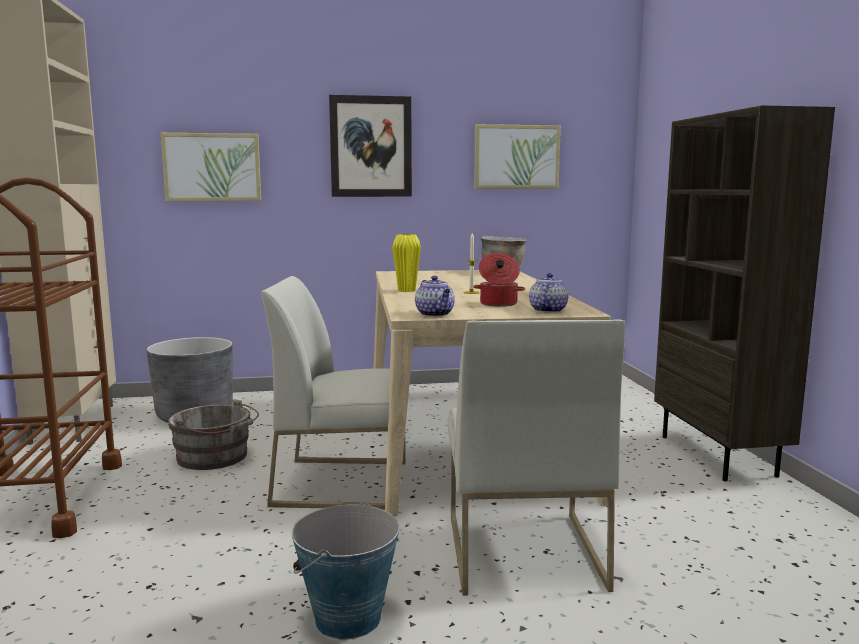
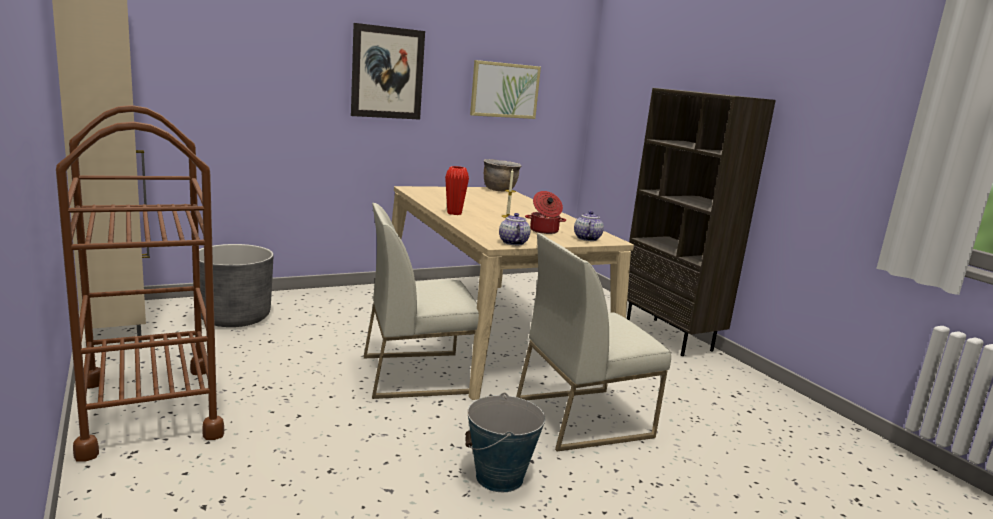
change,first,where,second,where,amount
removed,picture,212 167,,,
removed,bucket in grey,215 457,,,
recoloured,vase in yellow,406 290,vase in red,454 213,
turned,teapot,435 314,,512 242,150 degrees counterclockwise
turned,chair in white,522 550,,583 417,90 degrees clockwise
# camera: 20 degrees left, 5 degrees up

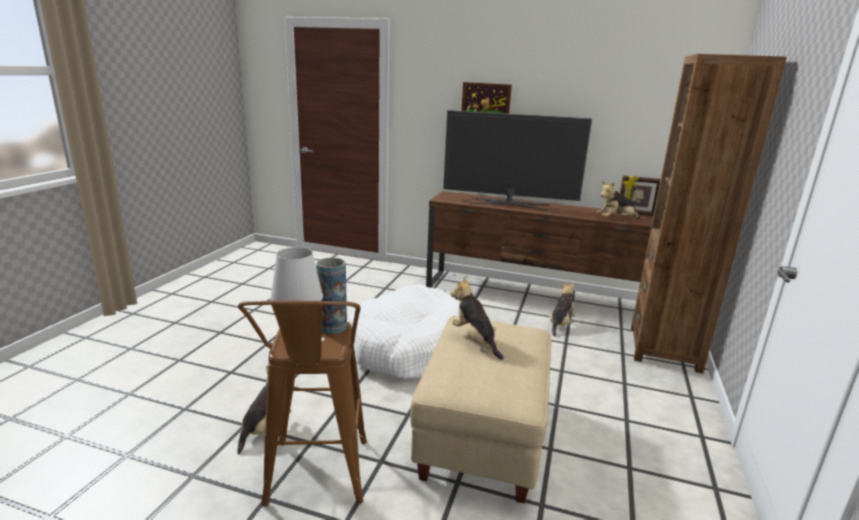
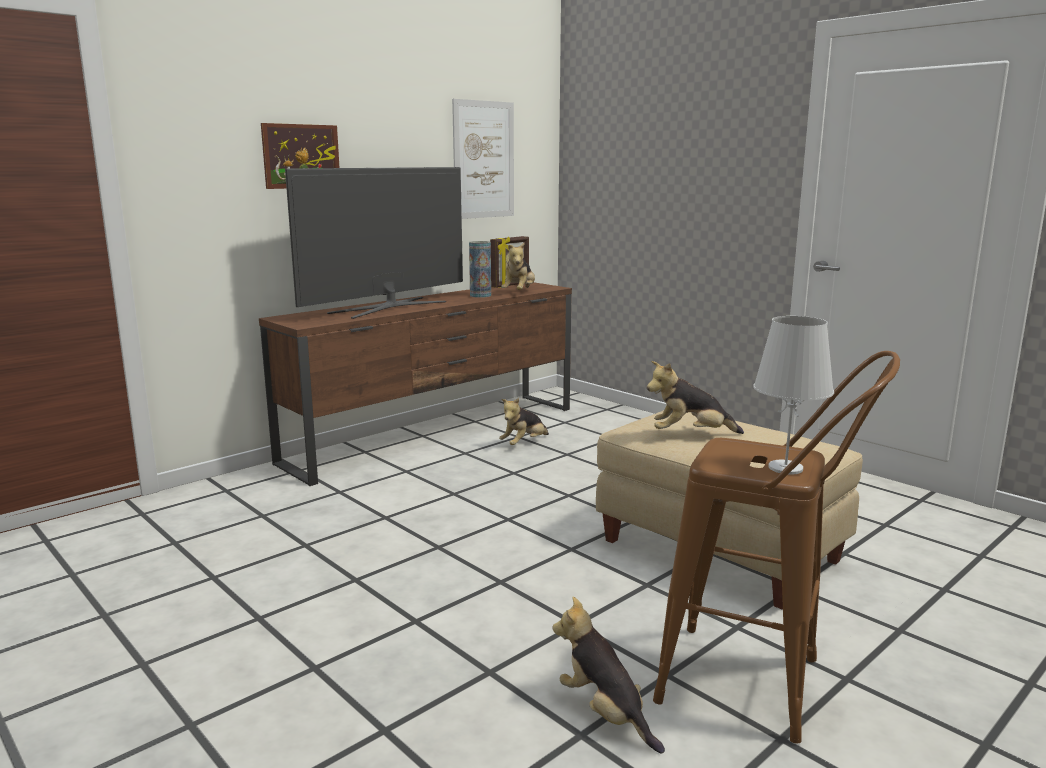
change,first,where,second,where,amount
removed,dog bed in white,410 347,,,
removed,bookcase in brown,664 349,,,
added,,,picture,484 160,
moved,vase,332 327,,480 295,
turned,plush toy,560 324,,524 444,105 degrees counterclockwise
# camera: 60 degrees left, 5 degrees down

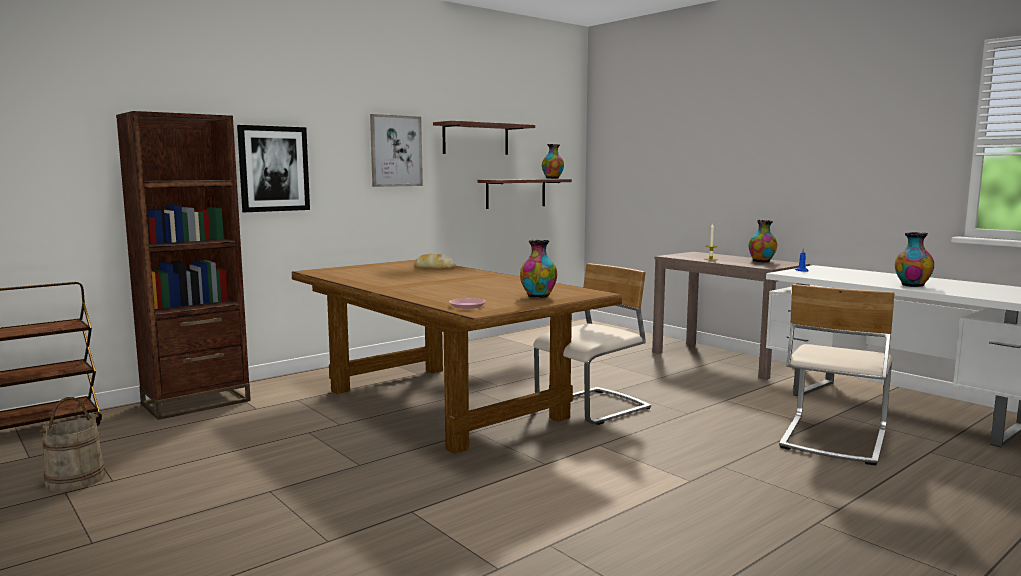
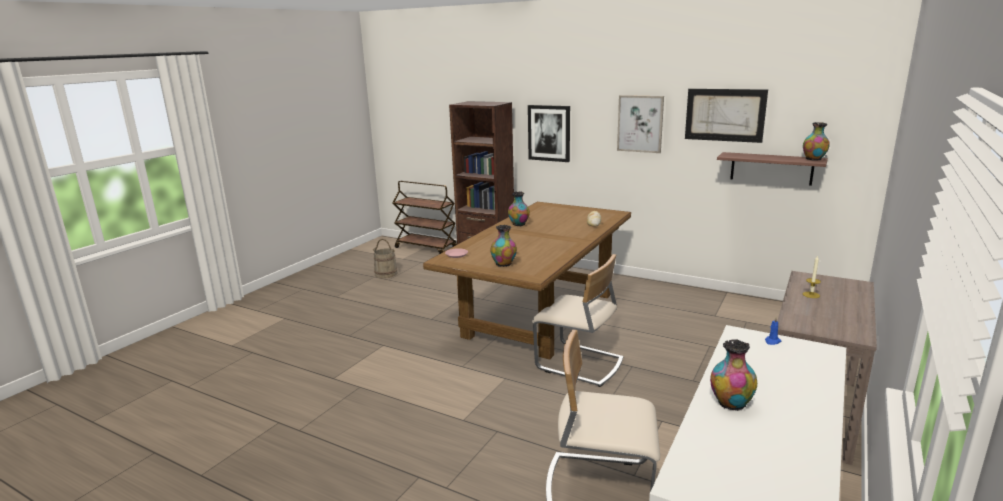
change,first,where,second,where,amount
moved,vase,762 261,,518 224,
replaced,shelf,476 139,picture,724 115,
# camera: 70 degrees right, 10 degrees up

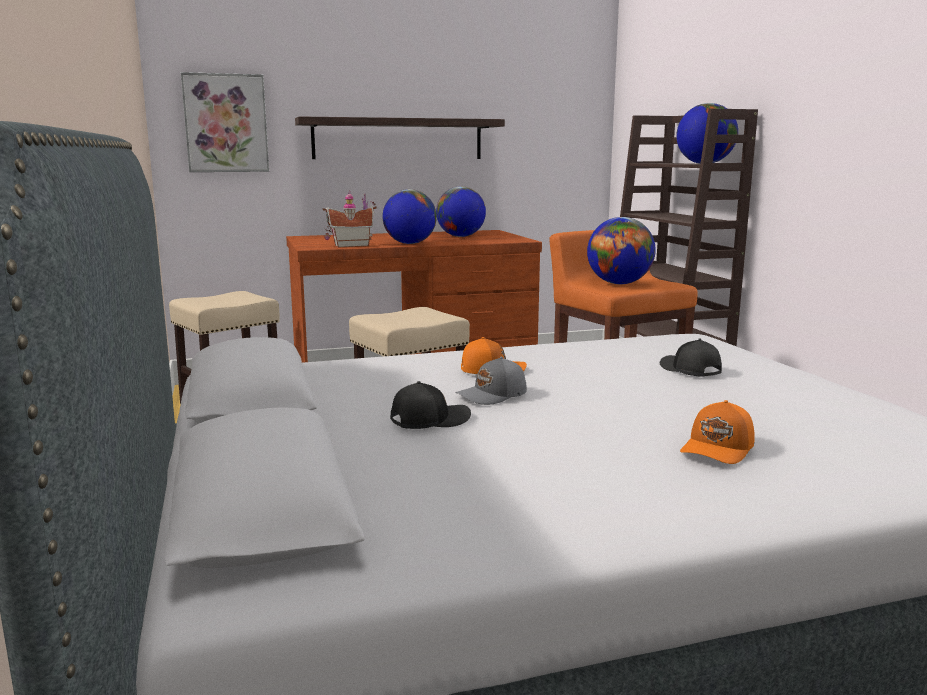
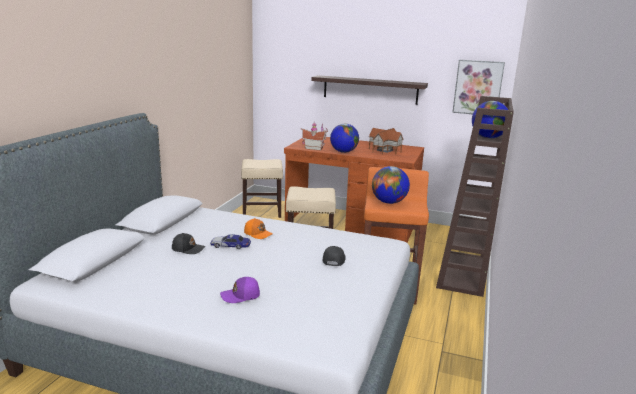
change,first,where,second,where,amount
moved,picture,226 123,,477 87,
replaced,globe,460 236,toy house,384 150,
replaced,cap in grey,493 395,toy car,230 246,
recoloured,cap in orange,719 449,cap in purple,241 296,
# camera: 35 degrees right, 5 degrees up

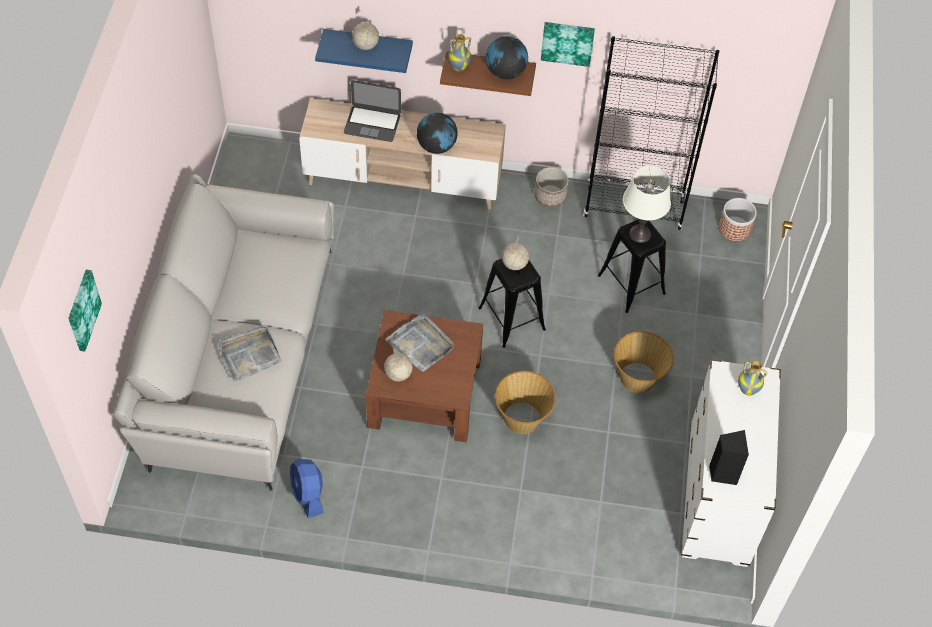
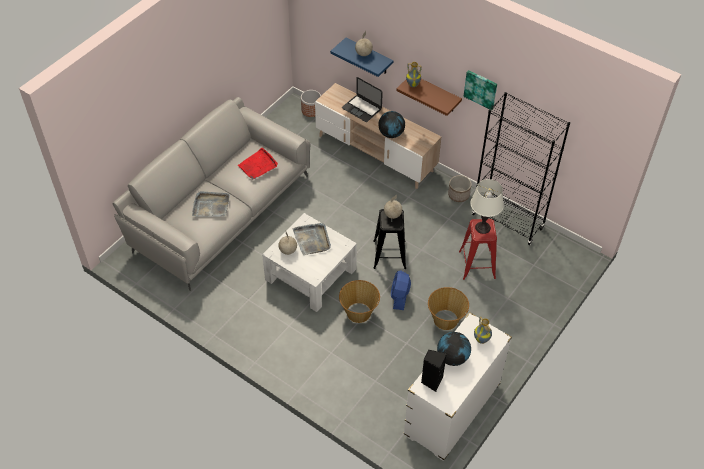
change,first,where,second,where,amount
removed,picture,82 310,,,
added,,,tray in red,258 165,
moved,fan in blue,308 494,,400 296,
moved,globe,505 72,,452 357,
moved,planter,735 228,,311 110,
recoloured,coffee table in brown,425 392,coffee table in white,311 274,
recoloured,stool in black,631 284,stool in red,477 264,
# camera: 30 degrees right, 5 degrees down

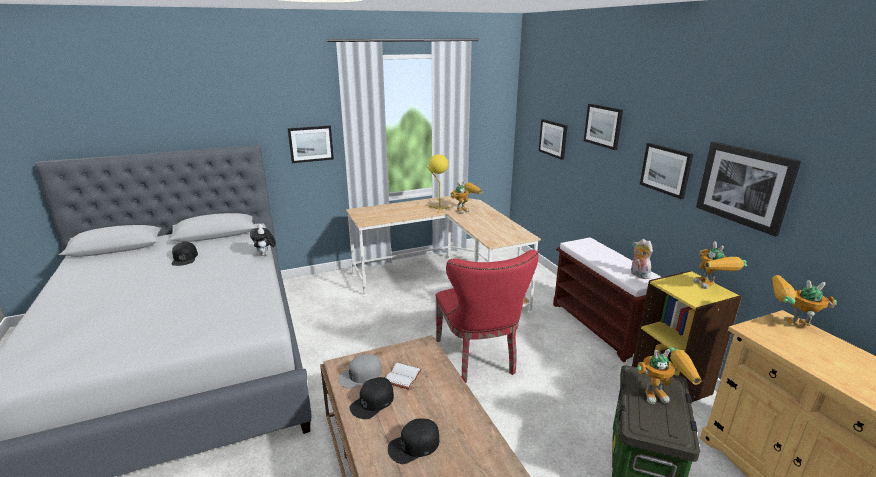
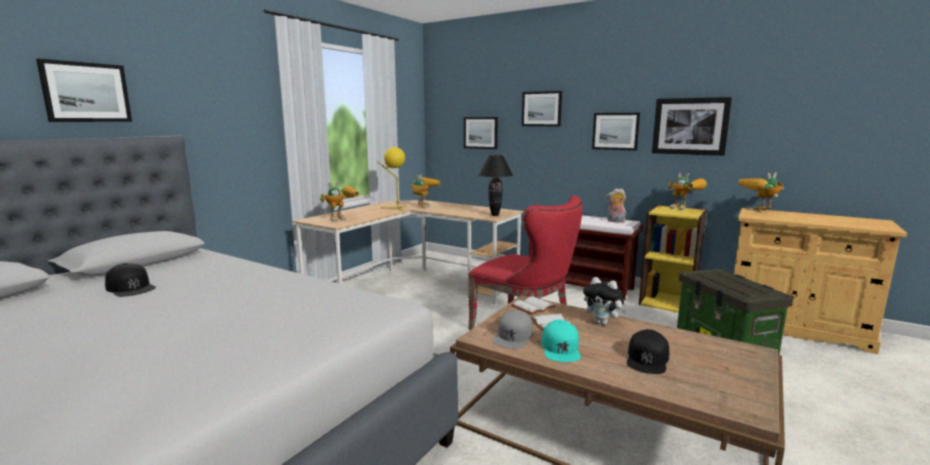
change,first,where,second,where,amount
added,,,table lamp in black,494 215,
added,,,book in white,533 307,
moved,plush toy,265 255,,602 323,
moved,picture,311 144,,86 92,
moved,toy robot,662 394,,342 218,
recoloured,cap in black,372 402,cap in turquoise,561 348,
# camera: 35 degrees left, 10 degrees down

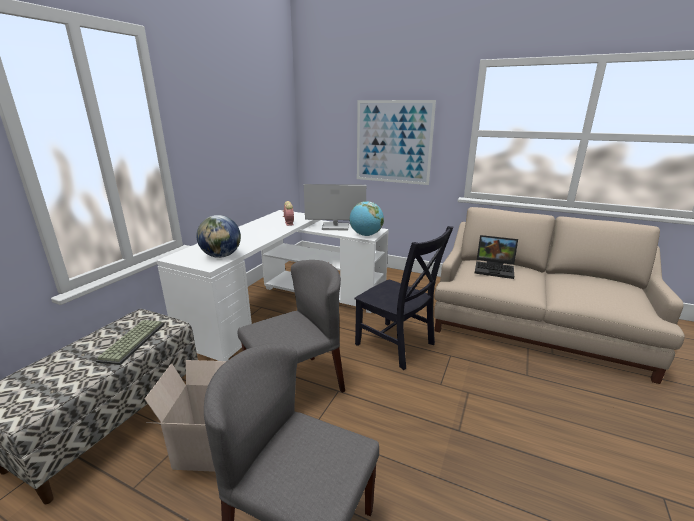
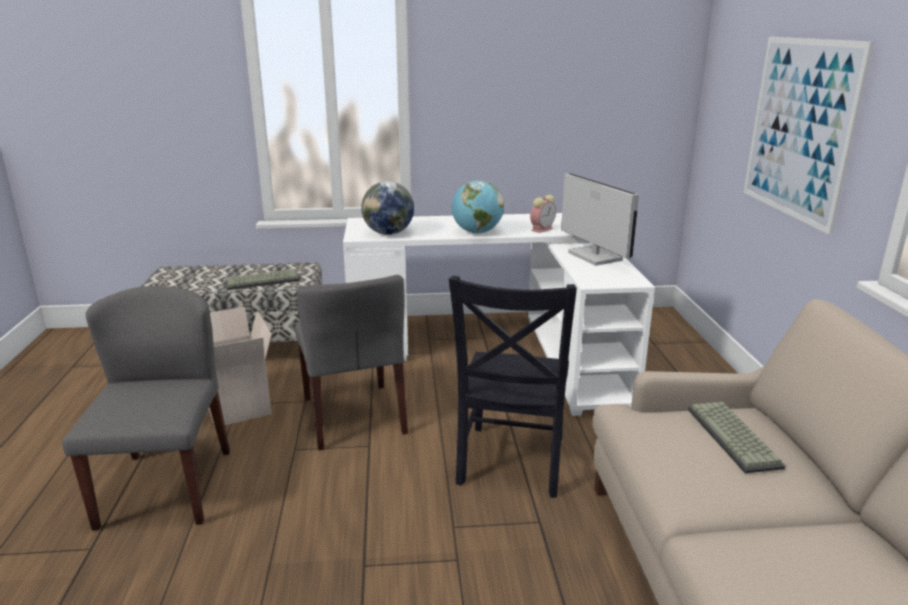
change,first,where,second,where,amount
moved,globe,366 235,,476 232,
replaced,laptop,495 269,keyboard,735 438,
turned,chair in grey,296 386,,354 416,45 degrees clockwise
# camera: 60 degrees right, 0 degrees up

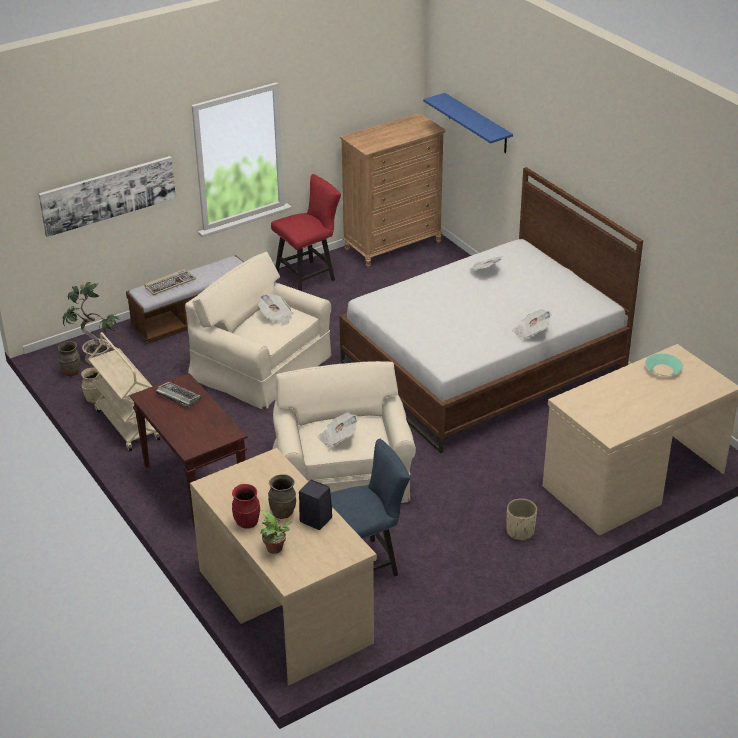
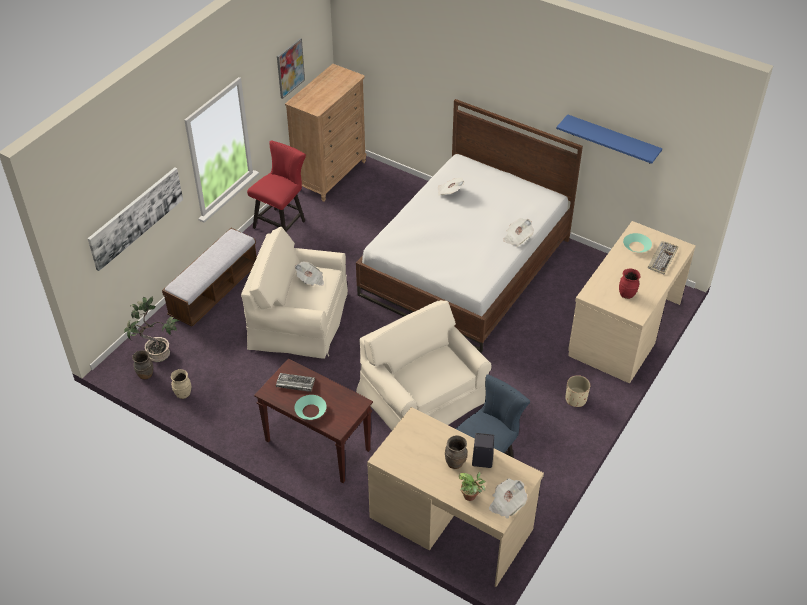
change,first,where,second,where,amount
removed,cart in beige,126 424,,,
added,,,picture,290 68,
added,,,bowl in turquoise,311 410,
moved,keyboard,170 283,,662 258,
moved,vase in red,247 523,,627 294,
moved,newspaper,338 438,,506 504,
moved,shelf in blue,477 123,,612 139,
# camera: 25 degrees left, 10 degrees up

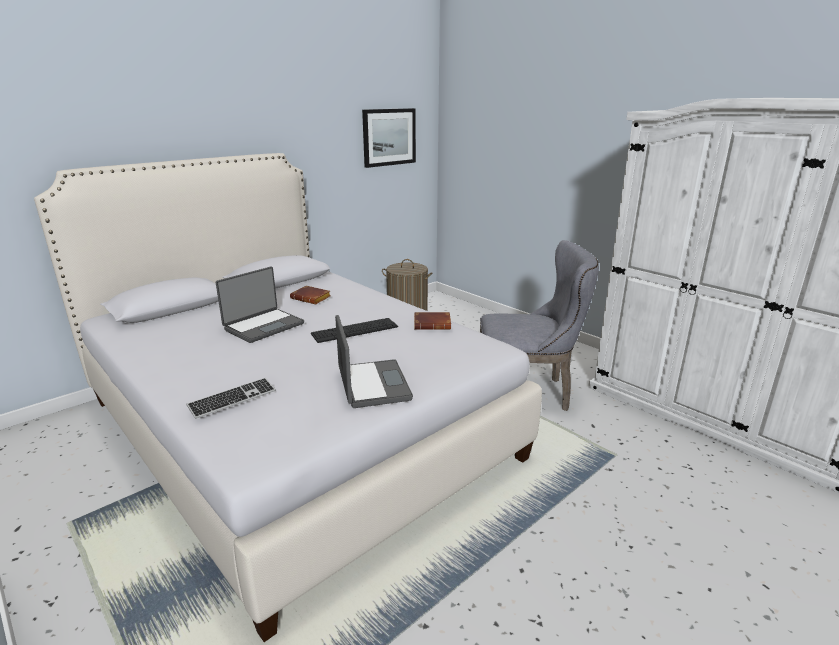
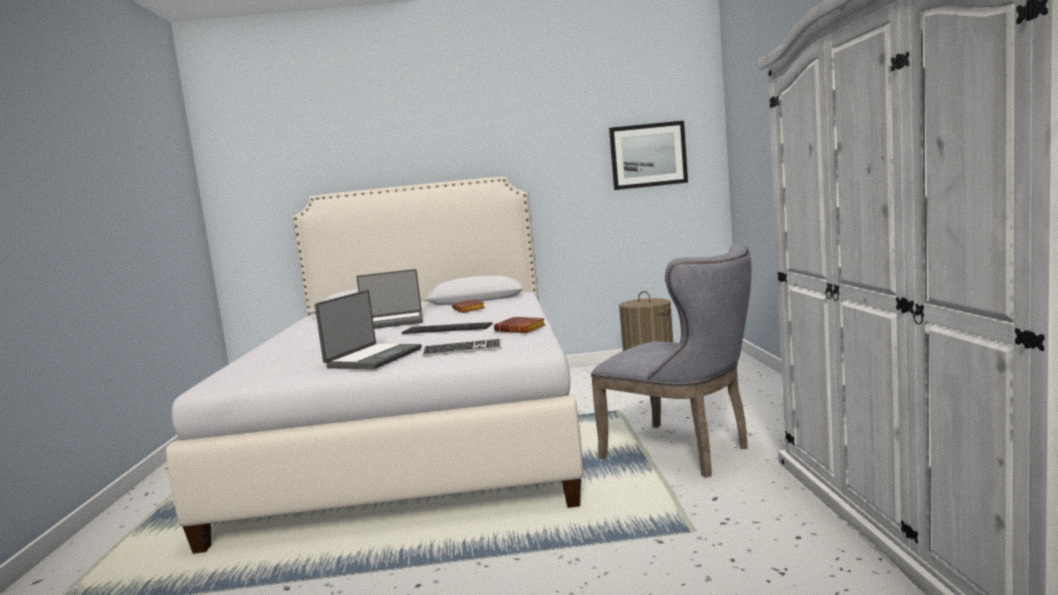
change,first,where,second,where,amount
moved,keyboard,232 399,,462 350,
# camera: 40 degrees right, 15 degrees down

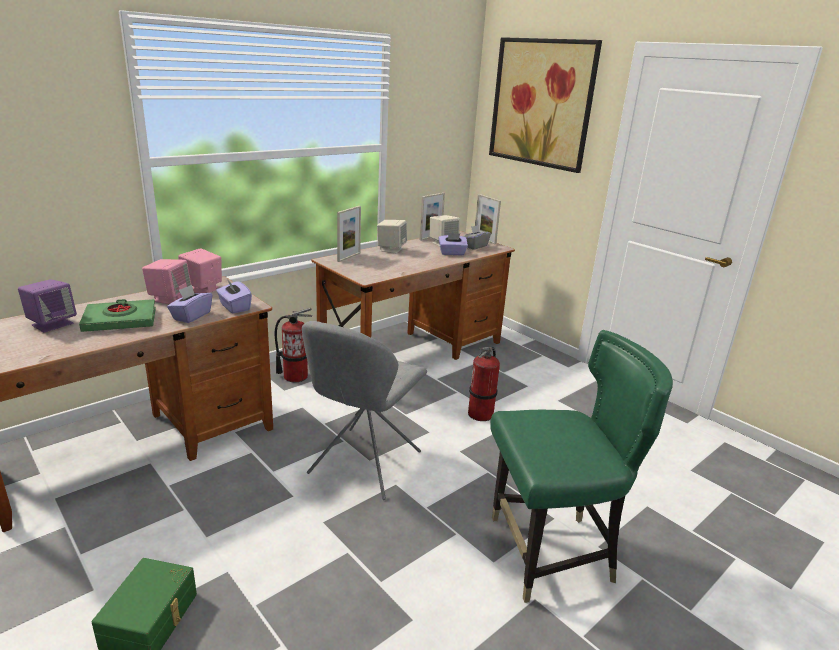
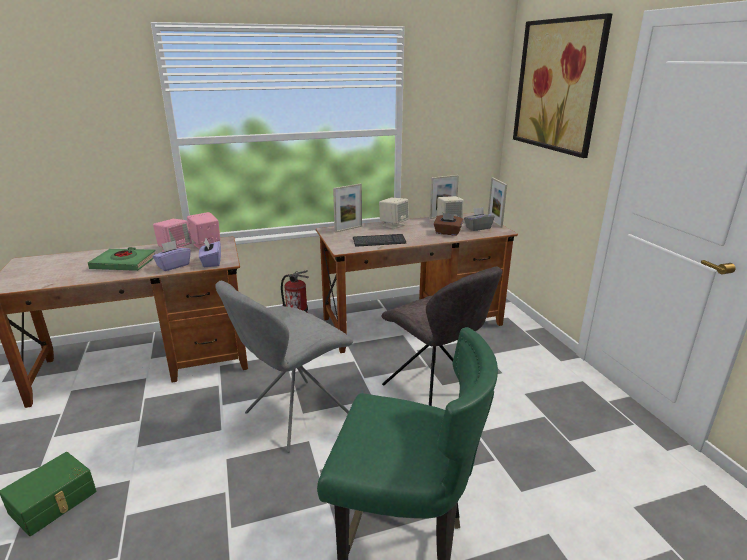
change,first,where,second,where,amount
removed,speaker in purple,52 324,,,
added,,,keyboard,379 241,
replaced,fire extinguisher,481 414,chair in grey,434 392,
recoloured,tissue box in purple,452 253,tissue box in brown,447 233,
# camera: 25 degrees right, 0 degrees up

